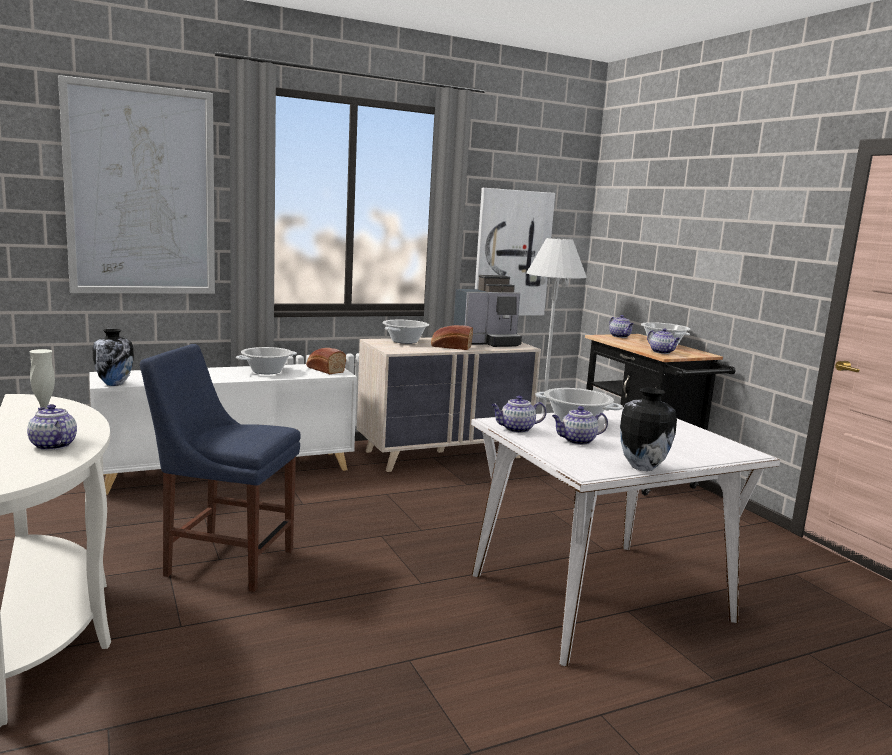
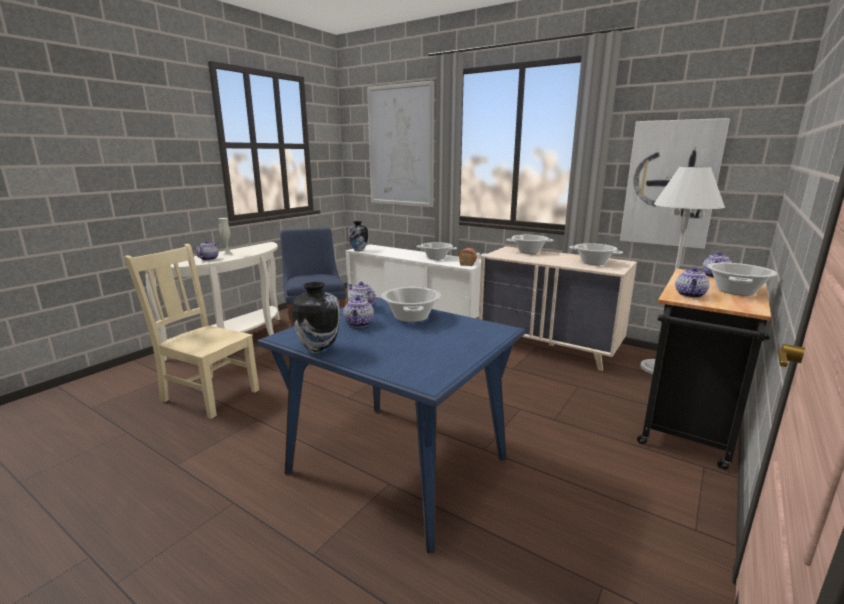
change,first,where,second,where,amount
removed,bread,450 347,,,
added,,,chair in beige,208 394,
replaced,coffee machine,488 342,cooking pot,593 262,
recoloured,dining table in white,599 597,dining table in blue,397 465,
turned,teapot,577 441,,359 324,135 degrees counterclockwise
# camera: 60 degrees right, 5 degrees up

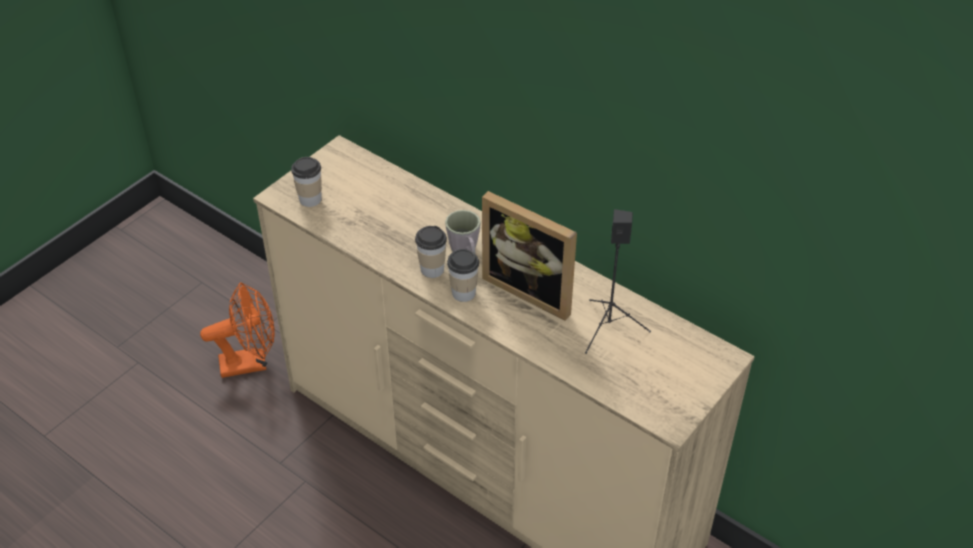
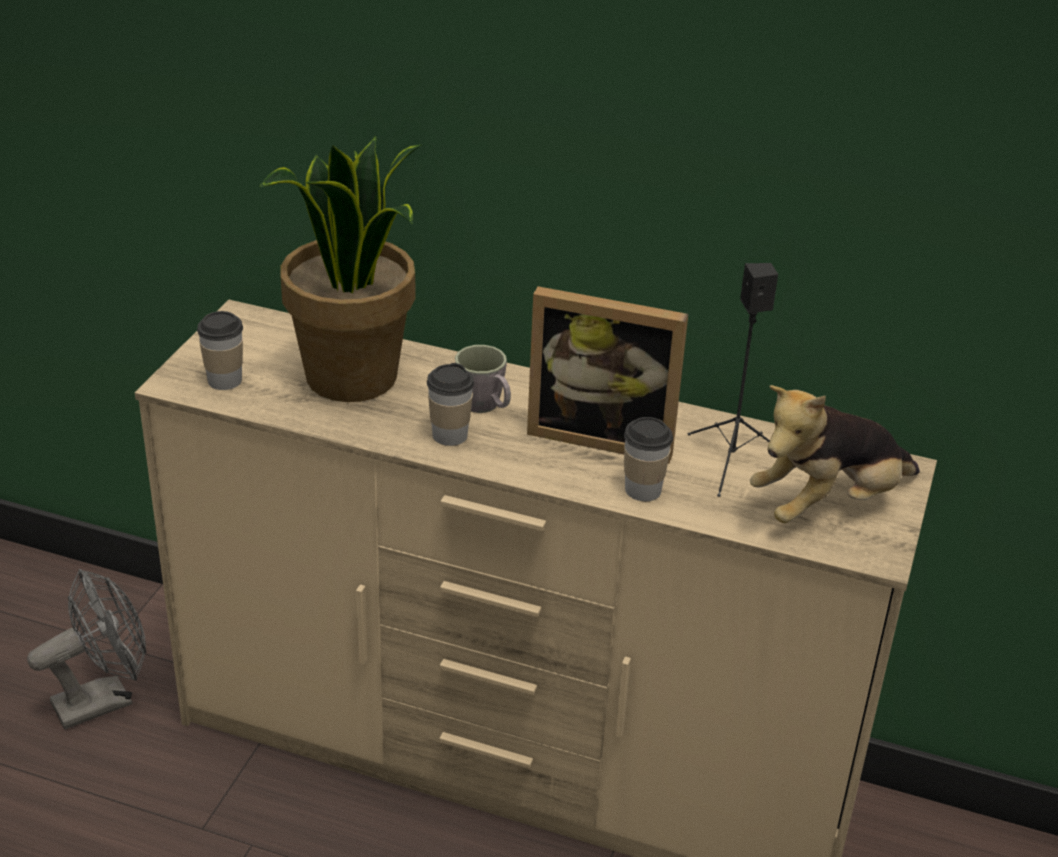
change,first,where,second,where,amount
added,,,potted plant,352 378,
added,,,plush toy,828 505,
moved,cup,463 293,,643 490,
recoloured,fan in orange,251 362,fan in grey,104 699,
# camera: 20 degrees left, 10 degrees down

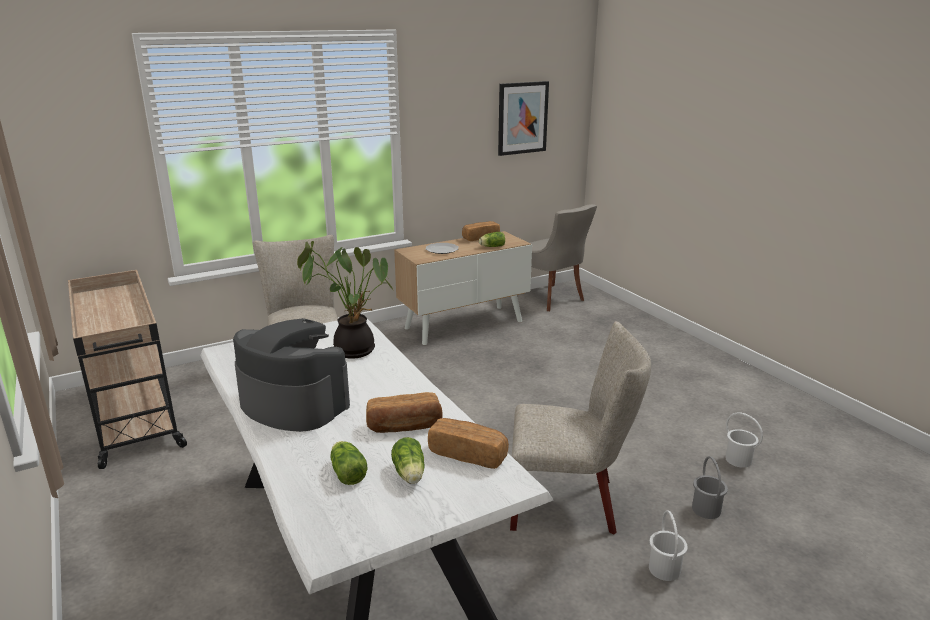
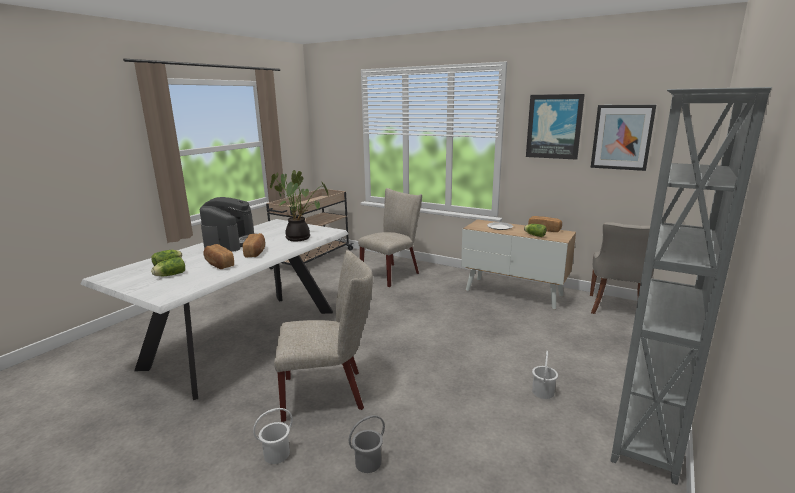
change,first,where,second,where,amount
added,,,picture,554 126,
added,,,bookcase in grey,645 429,
moved,bread,468 454,,256 252,
moved,bucket in white,738 459,,543 392,
turned,chair in beige,570 503,,329 392,75 degrees counterclockwise
# camera: 60 degrees right, 5 degrees down

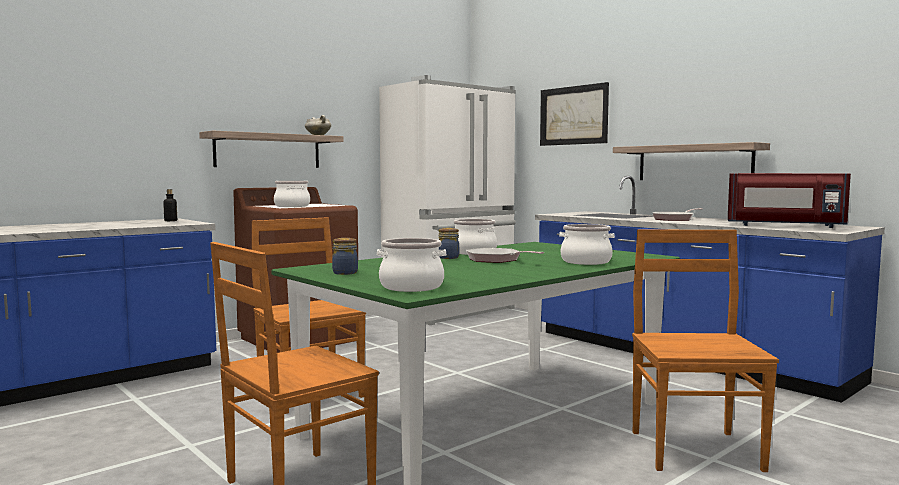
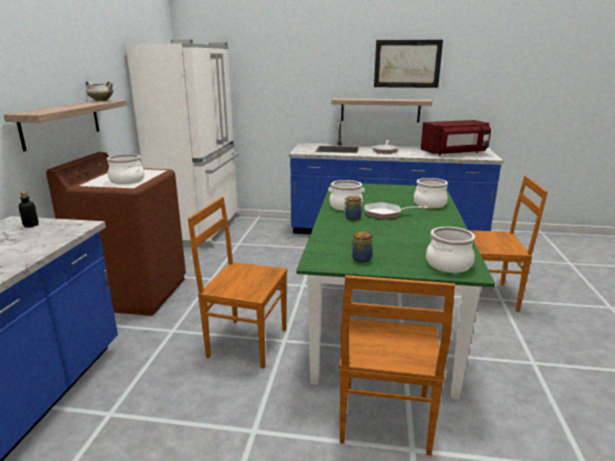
change,first,where,second,where,amount
moved,picture,573 115,,407 64,
turned,chair in brown,694 449,,487 296,135 degrees clockwise
# camera: 40 degrees left, 15 degrees up

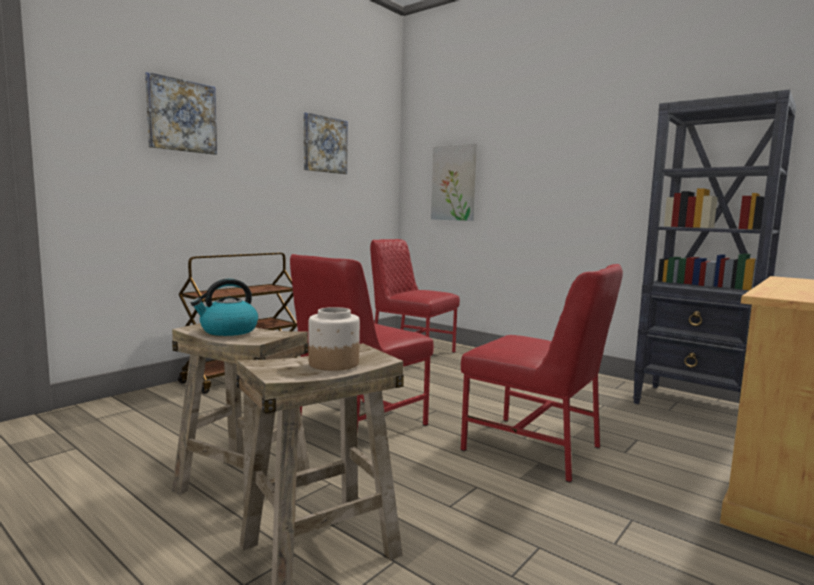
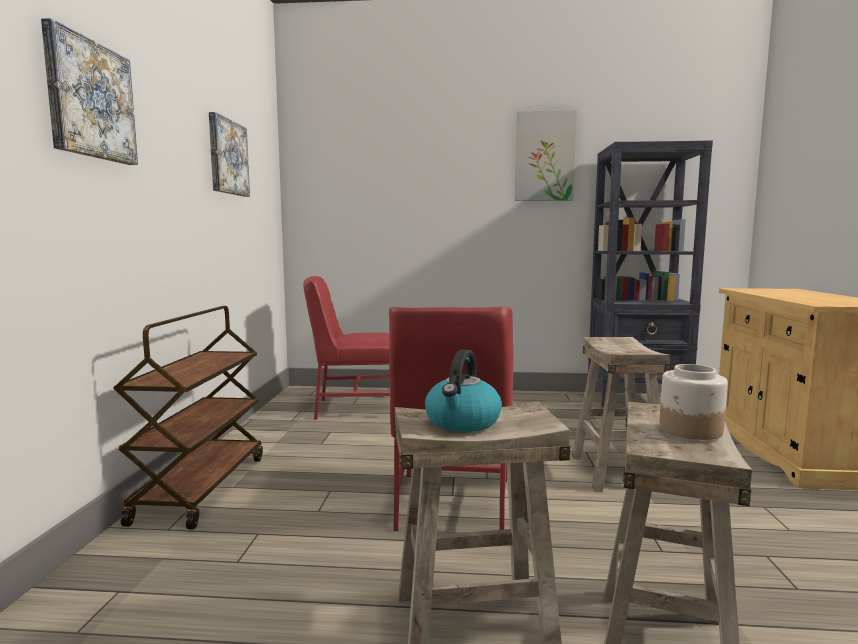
change,first,where,second,where,amount
moved,picture,454 183,,544 156,
replaced,chair in red,534 448,stool in beige,617 472,
# camera: 35 degrees left, 0 degrees up

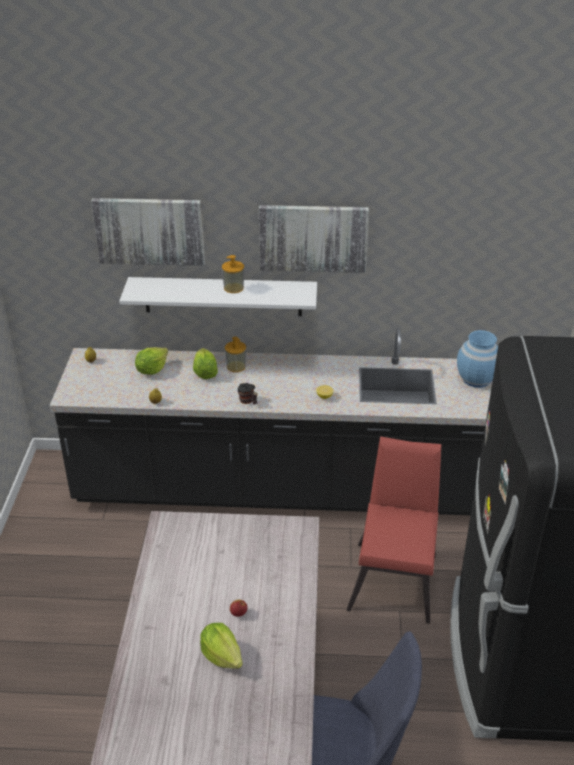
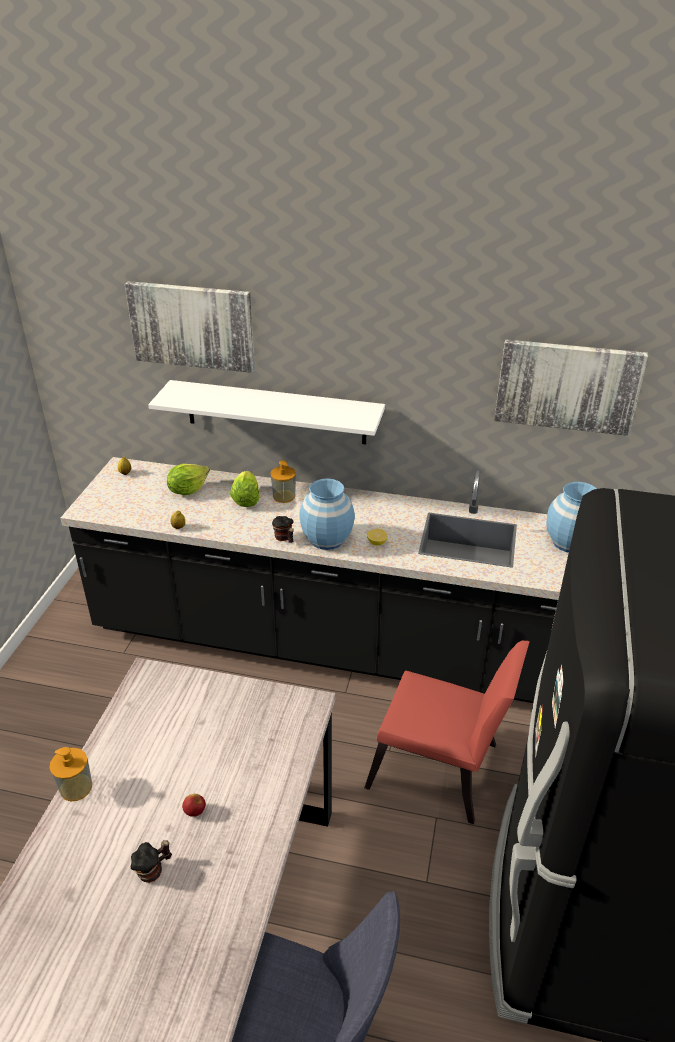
change,first,where,second,where,amount
added,,,vase in blue,327 539,
moved,soap dispenser,233 288,,76 787,
moved,picture,313 238,,567 386,
replaced,lettuce,221 656,mug,153 870,
turned,chair in red,395 576,,440 771,90 degrees clockwise
# camera: 10 degrees right, 0 degrees up

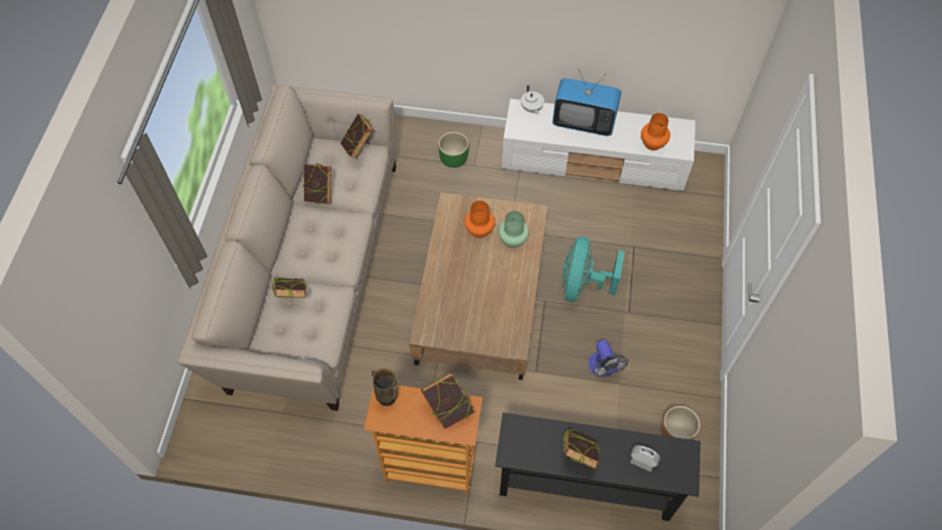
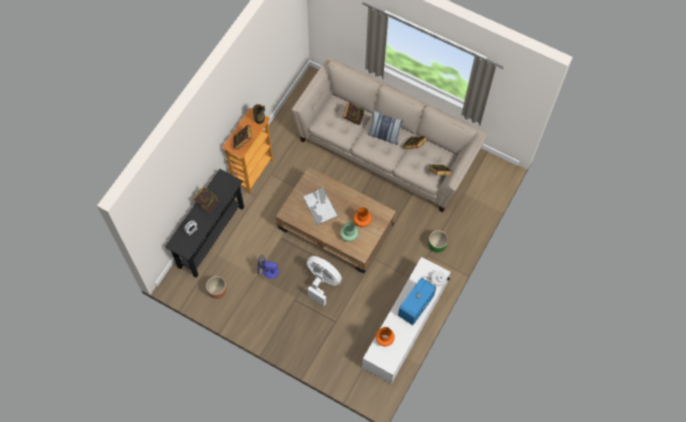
change,first,where,second,where,amount
added,,,tray,320 206,
added,,,pillow,384 135,
recoloured,fan in turquoise,582 284,fan in white,322 282,
# camera: 110 degrees right, 5 degrees up

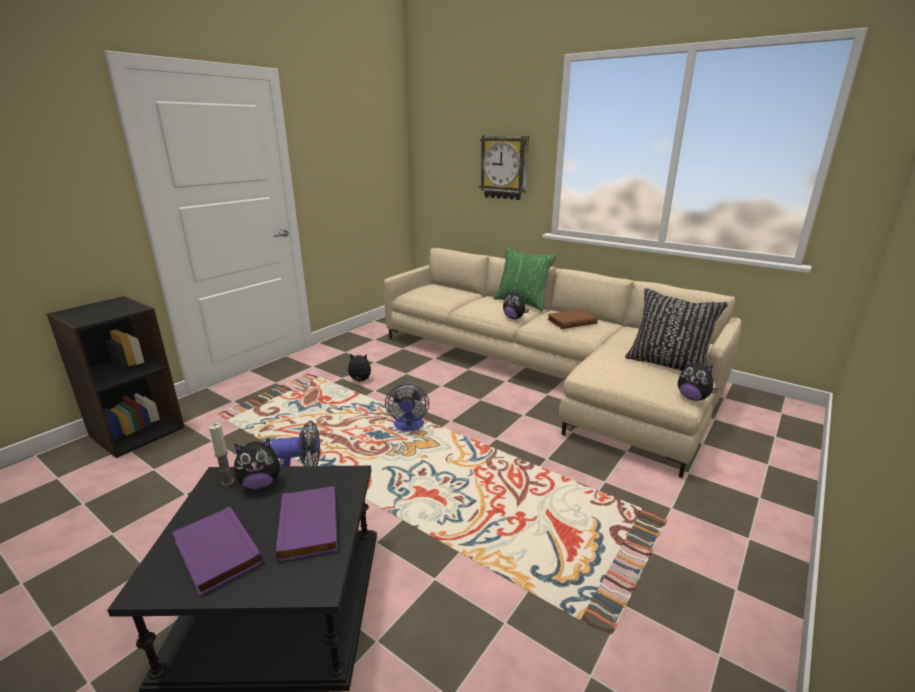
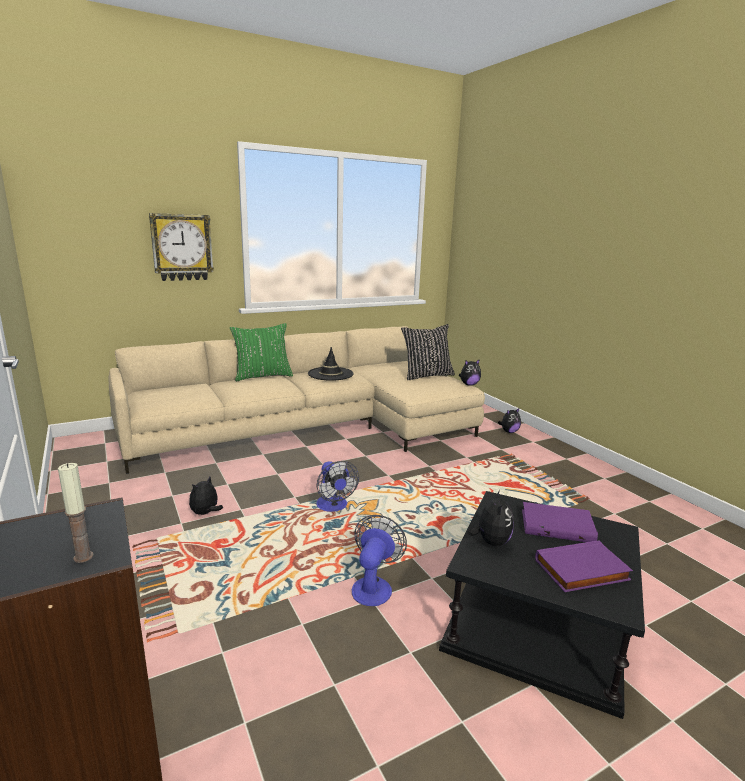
change,first,where,second,where,amount
moved,candle,227 482,,83 557,
moved,plush toy,514 318,,509 431,
replaced,book in brown,571 321,hat in black,330 374,
turned,fan,408 427,,333 507,45 degrees clockwise
# camera: 65 degrees left, 5 degrees down

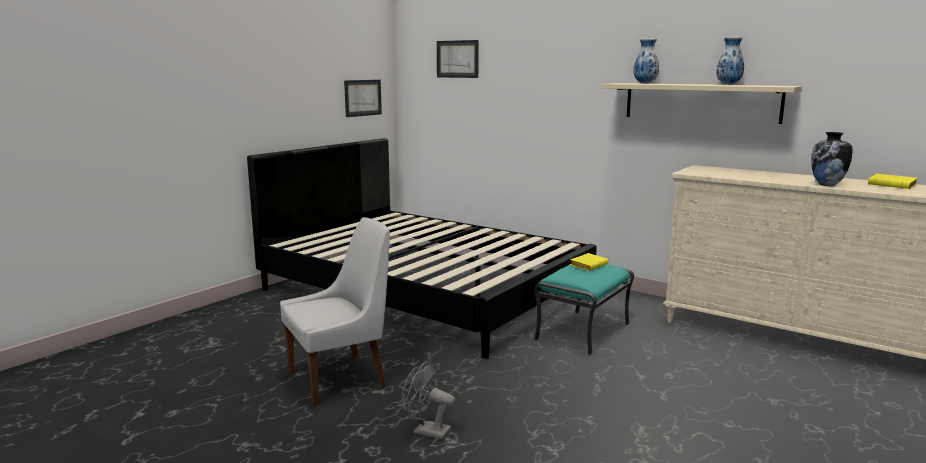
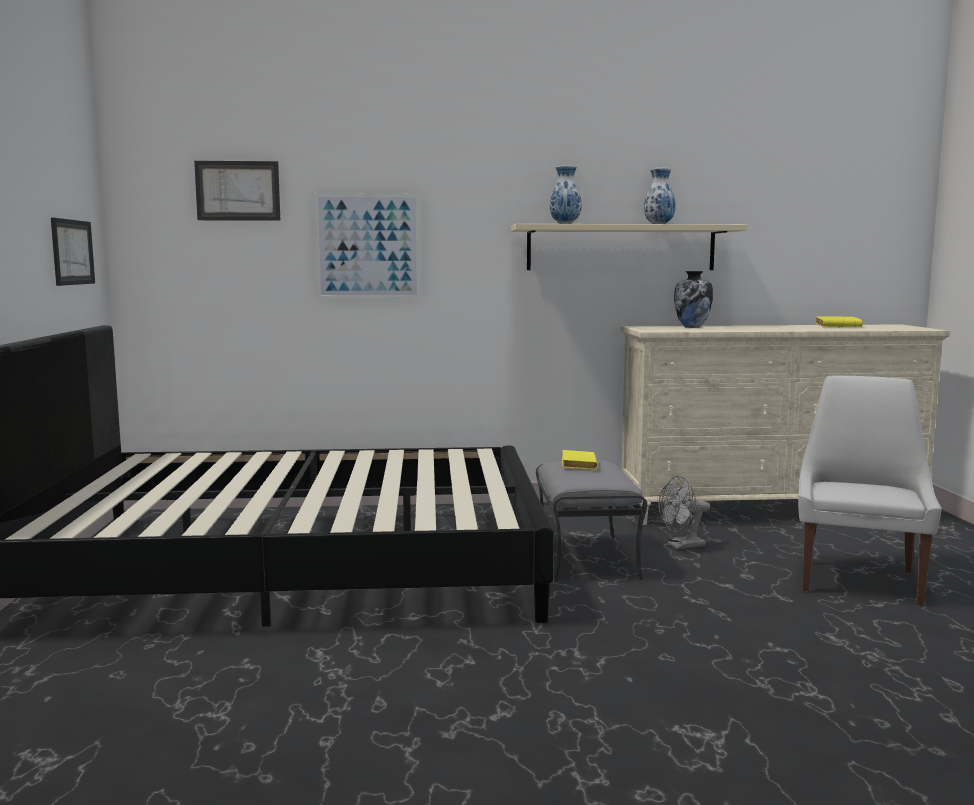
change,first,where,second,where,amount
added,,,picture,368 246,
moved,chair in white,341 378,,858 580,
moved,fan in grey,426 431,,681 546,
moved,vase,827 185,,692 327,
recoloured,ottoman in turquoise,582 331,ottoman in grey,584 557,
# camera: 40 degrees left, 5 degrees down

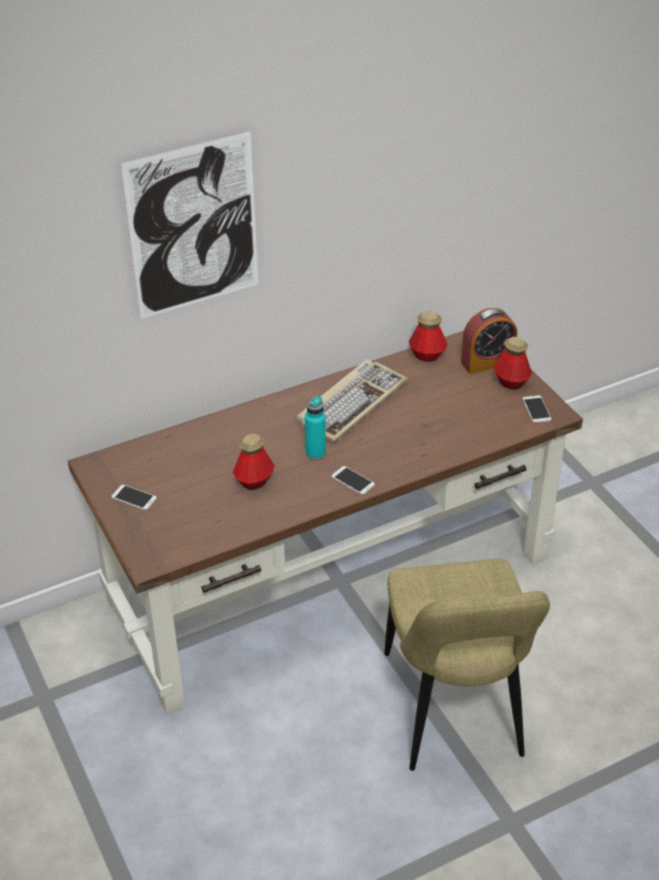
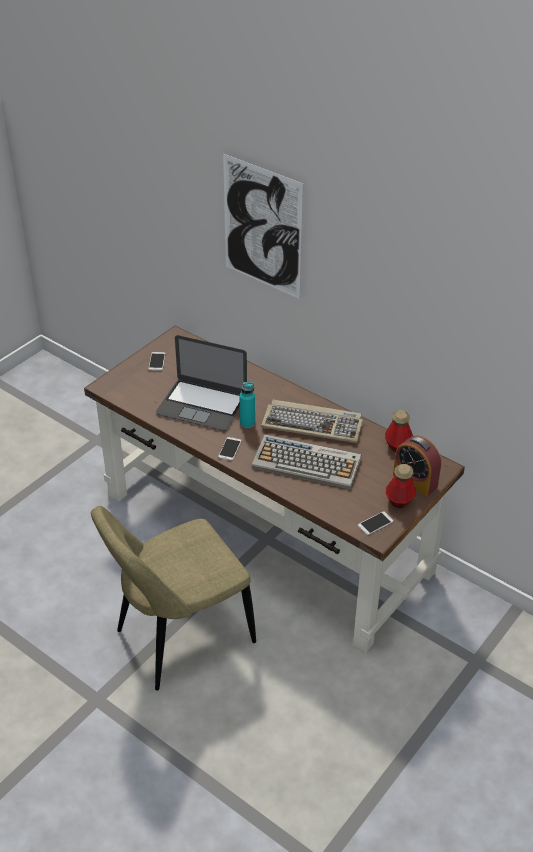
change,first,where,second,where,amount
added,,,keyboard,307 463,
replaced,bottle,254 481,laptop,202 405,
# camera: 65 degrees right, 0 degrees up

